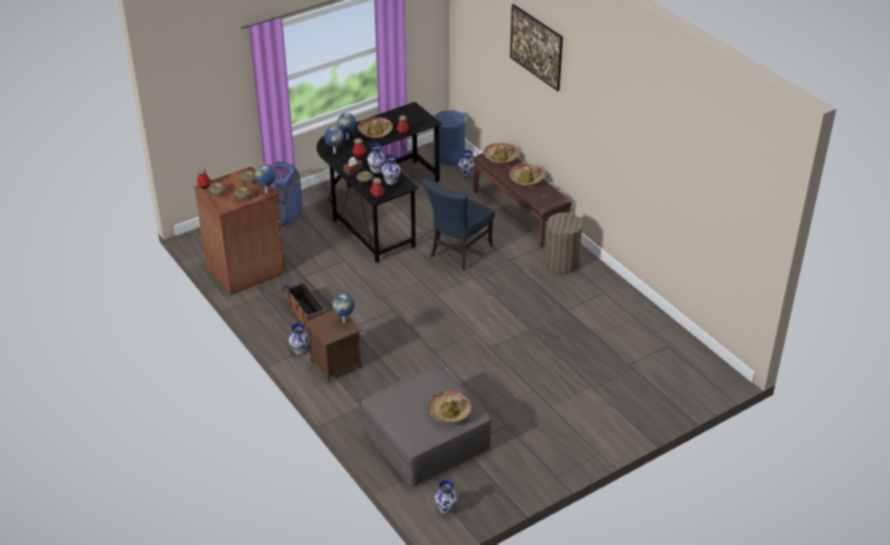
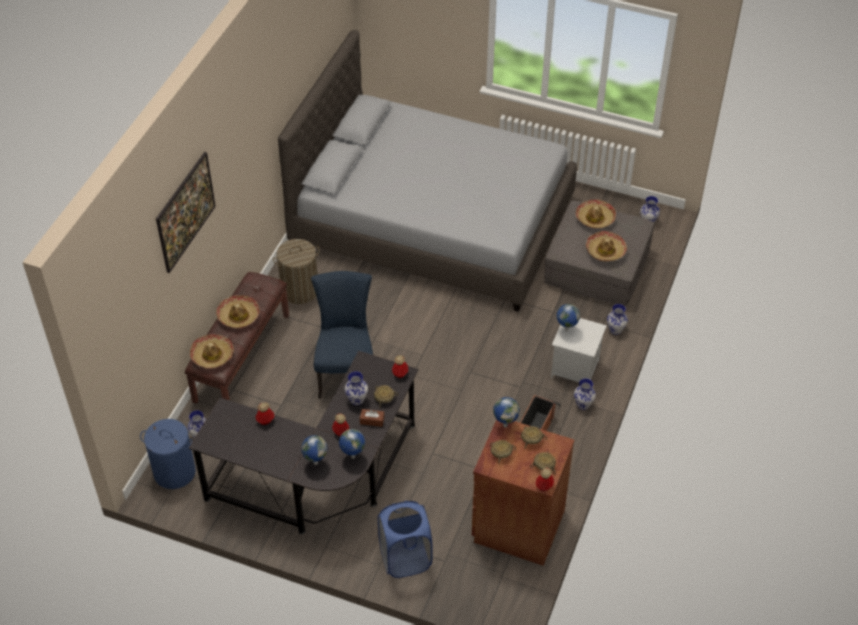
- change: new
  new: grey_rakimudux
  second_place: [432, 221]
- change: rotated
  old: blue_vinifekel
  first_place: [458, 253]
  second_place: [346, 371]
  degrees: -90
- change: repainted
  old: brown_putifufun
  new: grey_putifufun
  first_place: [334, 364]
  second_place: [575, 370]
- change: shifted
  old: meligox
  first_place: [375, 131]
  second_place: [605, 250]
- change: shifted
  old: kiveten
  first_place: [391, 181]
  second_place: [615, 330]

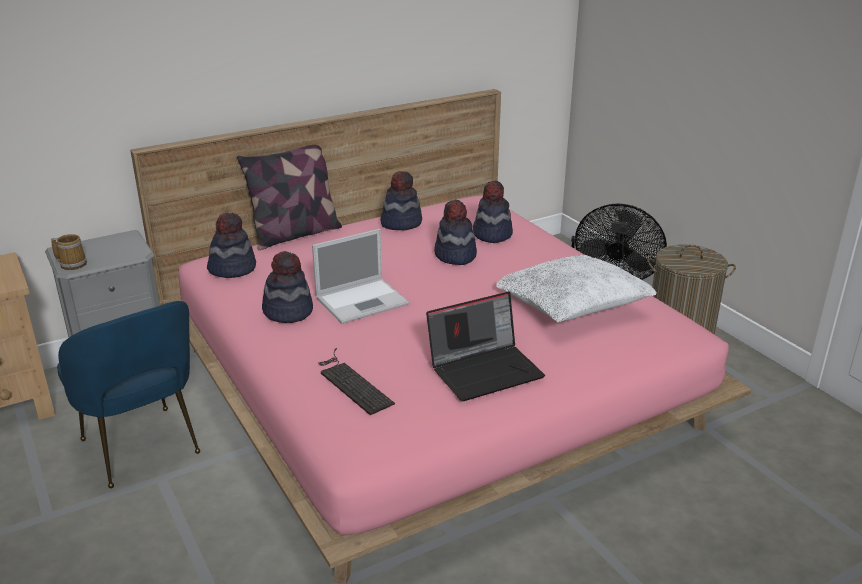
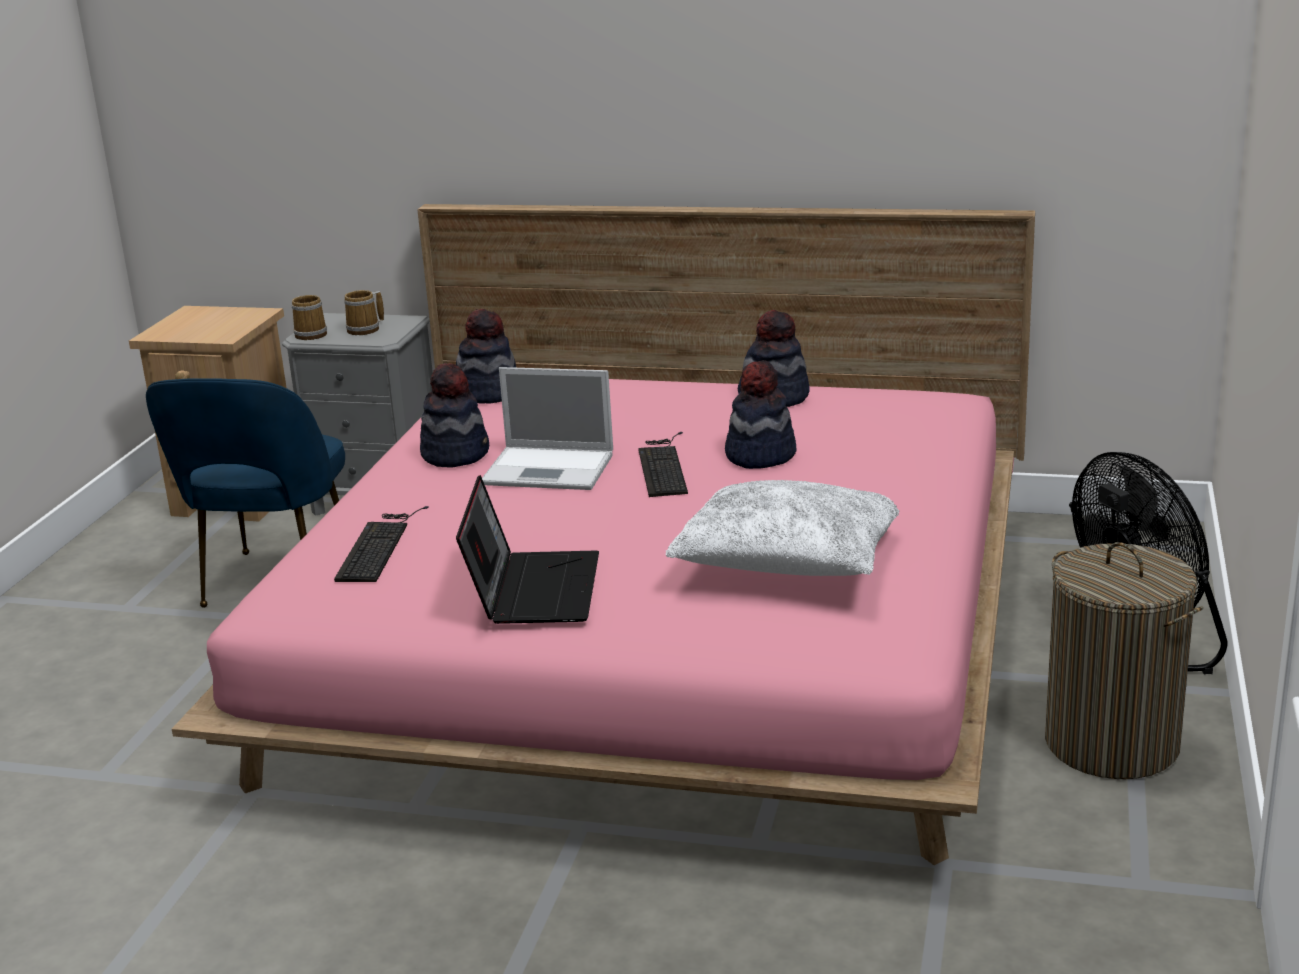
- change: new
  new: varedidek
  second_place: [366, 329]
- change: rotated
  old: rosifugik
  first_place: [485, 370]
  second_place: [533, 588]
  degrees: -105
- change: new
  new: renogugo
  second_place: [663, 466]
- change: gone
  old: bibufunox
  first_place: [295, 234]
- change: gone
  old: meligox
  first_place: [492, 234]

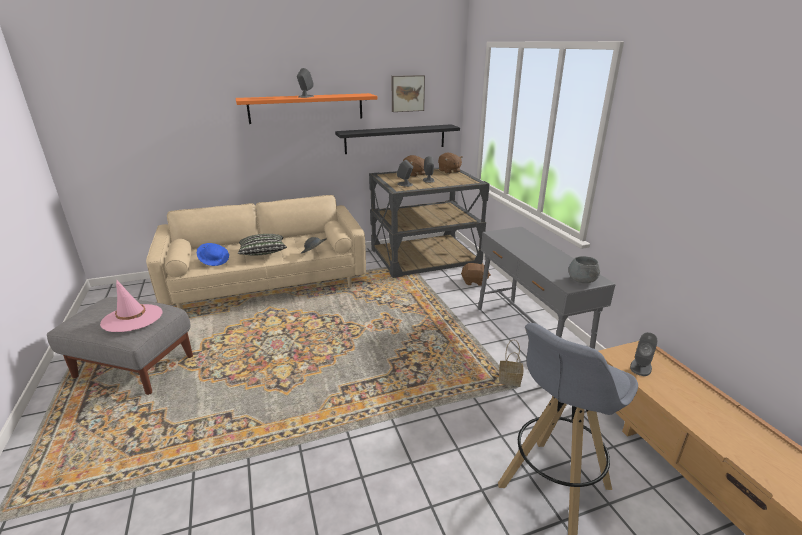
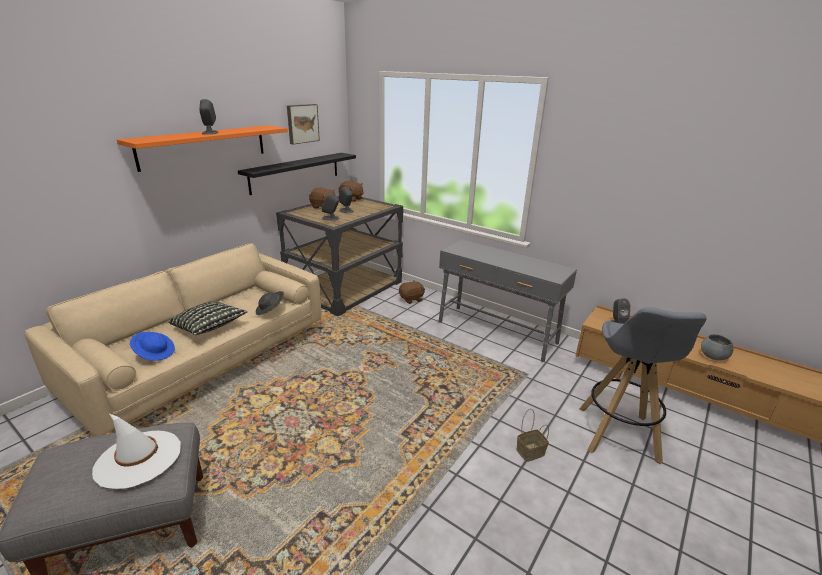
- change: repainted
  old: pink_meligox
  new: white_meligox
  first_place: [132, 318]
  second_place: [138, 459]
- change: shifted
  old: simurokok
  first_place: [510, 380]
  second_place: [530, 451]
- change: shifted
  old: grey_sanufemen
  first_place: [582, 280]
  second_place: [713, 357]

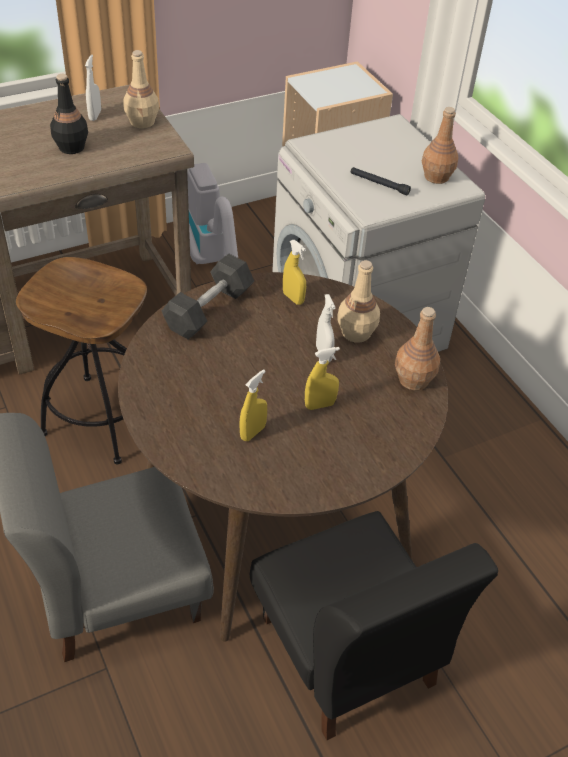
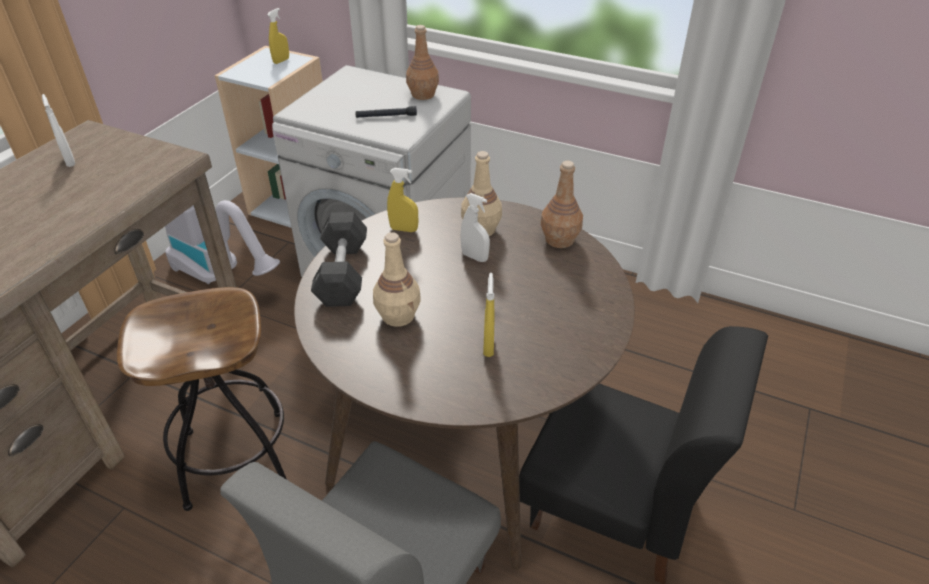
- change: shifted
  old: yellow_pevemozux
  first_place: [320, 405]
  second_place: [281, 61]
- change: shifted
  old: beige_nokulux
  first_place: [142, 122]
  second_place: [398, 315]
- change: gone
  old: black_nokulux
  first_place: [71, 147]

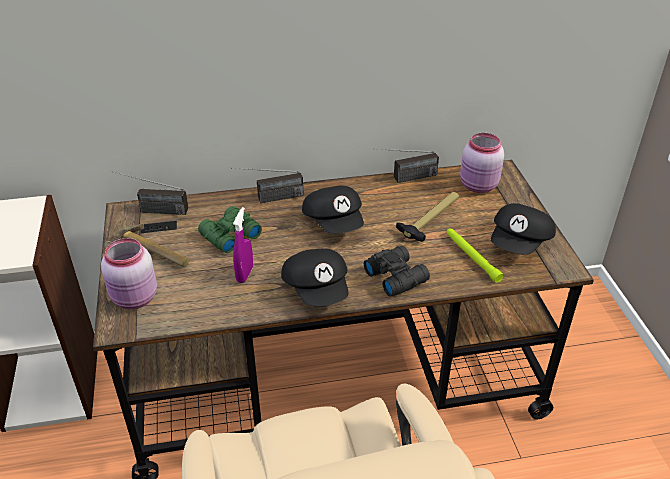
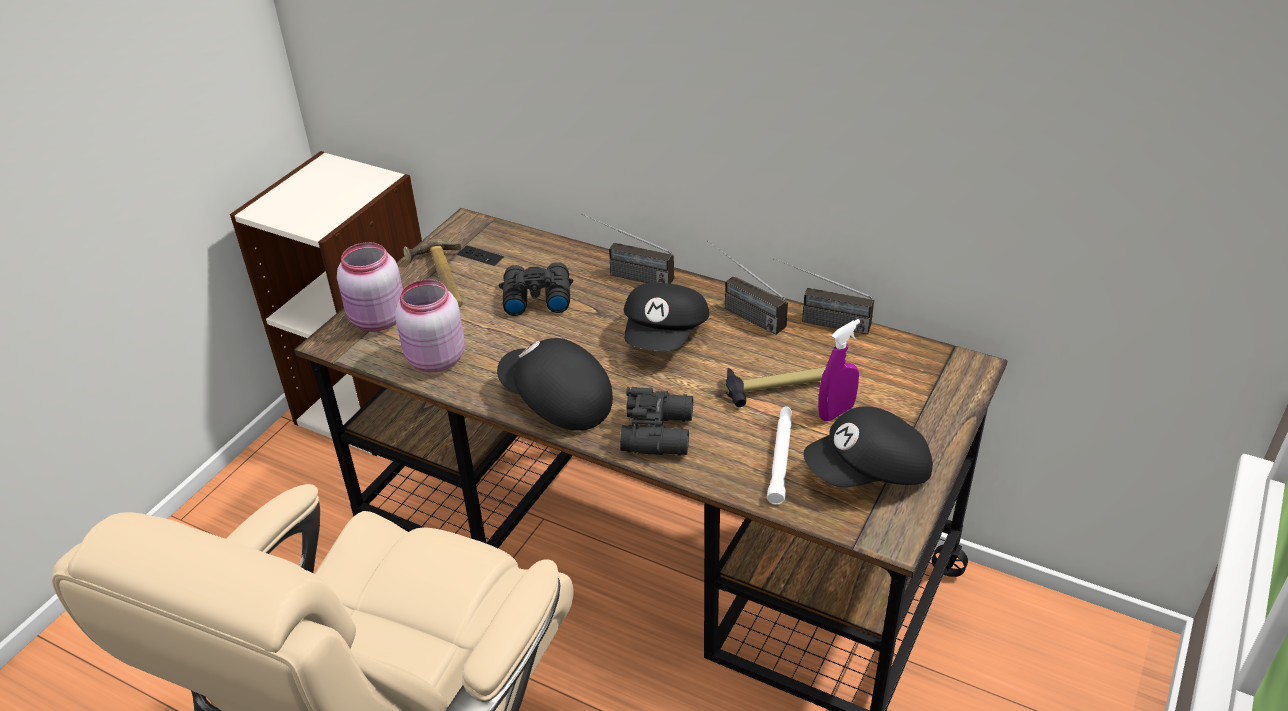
- change: shifted
  old: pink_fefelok
  first_place: [478, 186]
  second_place: [434, 360]
- change: rotated
  old: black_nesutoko
  first_place: [317, 289]
  second_place: [556, 402]
  degrees: 105
- change: repainted
  old: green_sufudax
  new: black_sufudax
  first_place: [229, 236]
  second_place: [535, 297]
- change: shifted
  old: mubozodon
  first_place: [152, 210]
  second_place: [739, 311]
- change: repainted
  old: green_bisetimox
  new: white_bisetimox
  first_place: [471, 257]
  second_place: [780, 457]
- change: shifted
  old: purple_pevemozux
  first_place: [245, 274]
  second_place: [836, 412]

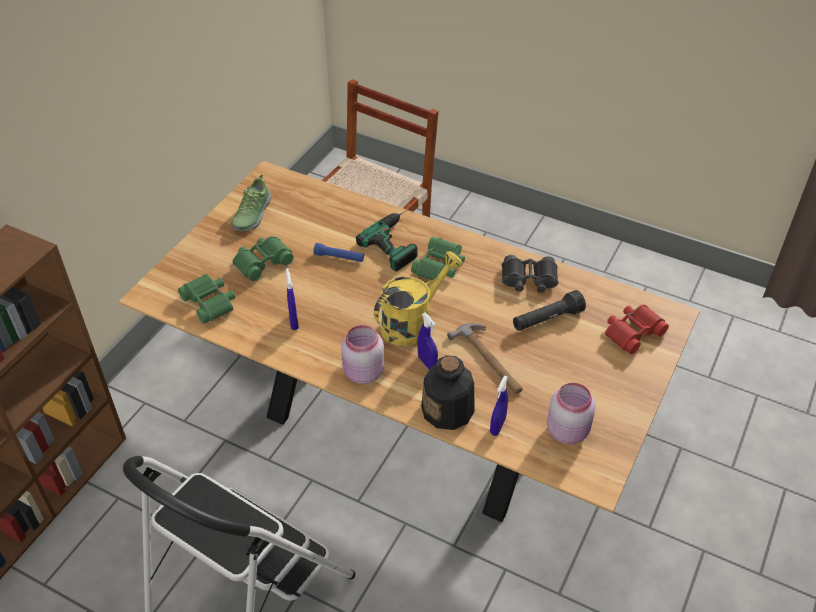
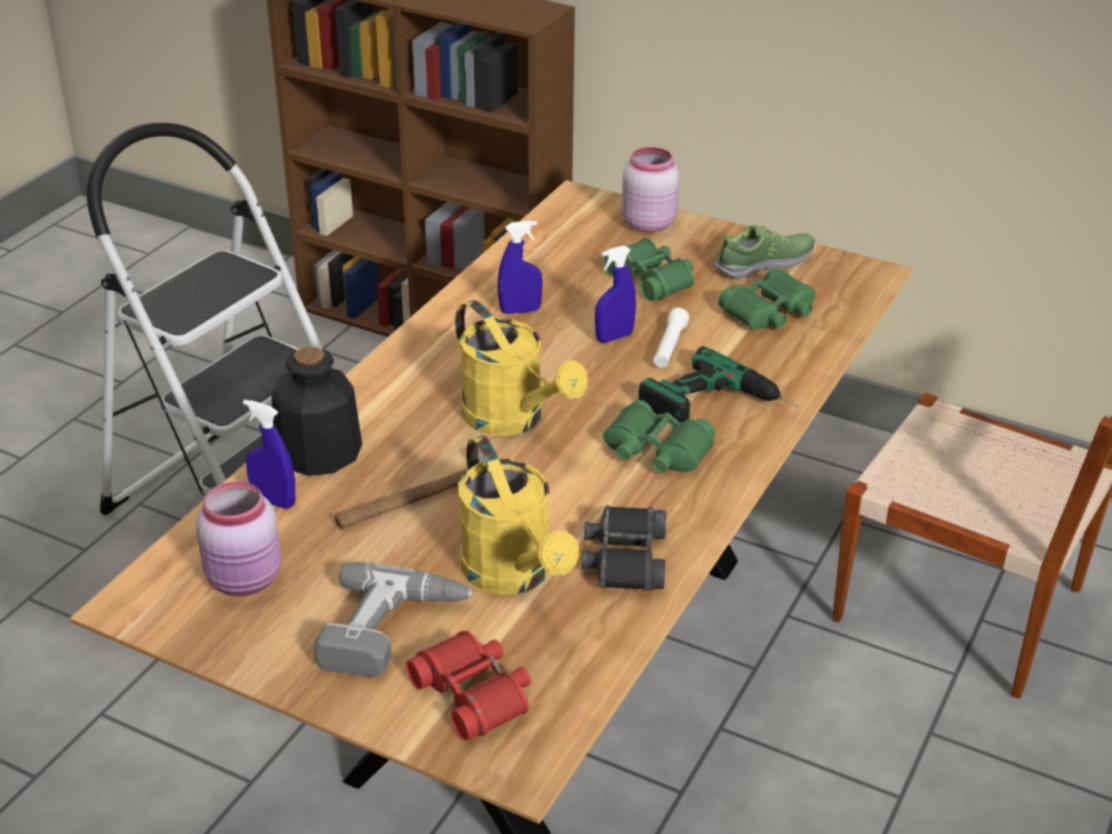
- change: new
  new: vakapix
  second_place: [393, 631]
- change: swapped
  old: black_bisetimox
  new: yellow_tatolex
  first_place: [547, 320]
  second_place: [514, 575]
- change: shifted
  old: blue_pevemozux
  first_place: [427, 363]
  second_place: [614, 337]
- change: shifted
  old: pink_fefelok
  first_place: [362, 373]
  second_place: [647, 223]
- change: repainted
  old: blue_bisetimox
  new: white_bisetimox
  first_place: [339, 257]
  second_place: [669, 347]
- change: rotated
  old: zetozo
  first_place: [251, 215]
  second_place: [764, 264]
  degrees: 135
- change: shifted
  old: green_sufudax
  first_place: [210, 302]
  second_place: [769, 312]

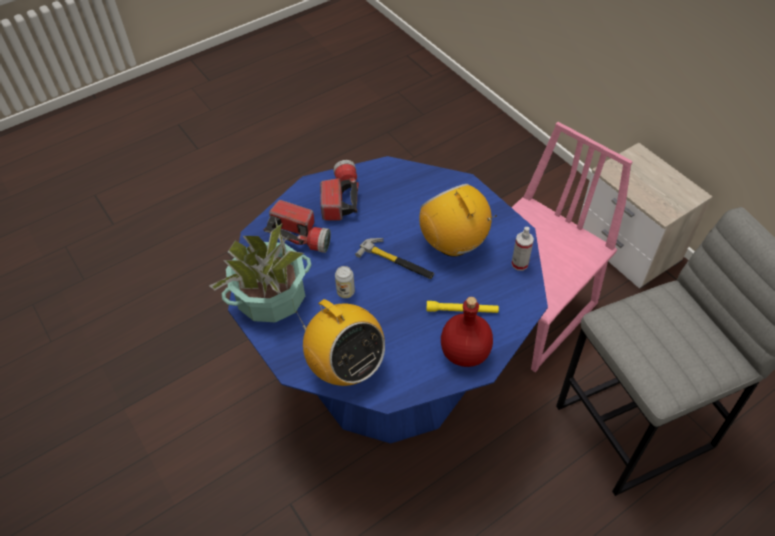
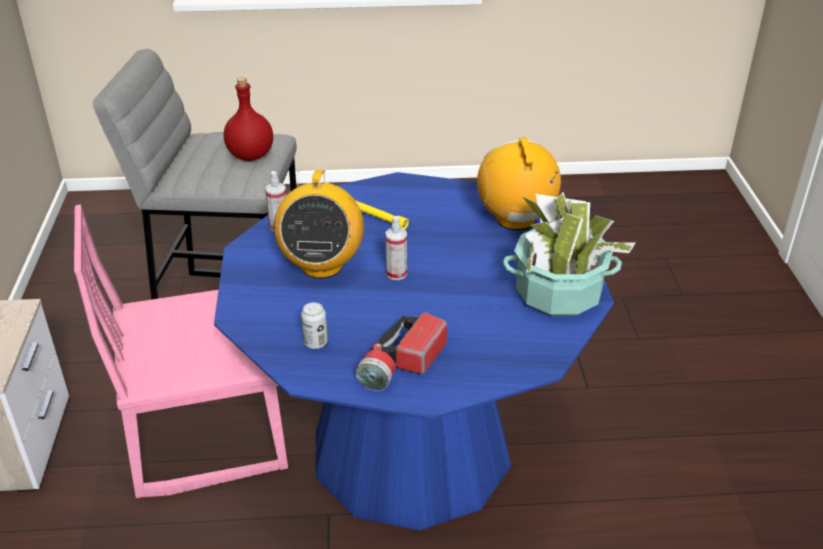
- change: shifted
  old: red_nokulux
  first_place: [465, 352]
  second_place: [250, 156]
- change: shifted
  old: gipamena
  first_place: [345, 292]
  second_place: [315, 343]
- change: swapped
  old: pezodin
  new: pevemozux
  first_place: [397, 261]
  second_place: [396, 273]
- change: gone
  old: bisetimox
  first_place: [301, 235]

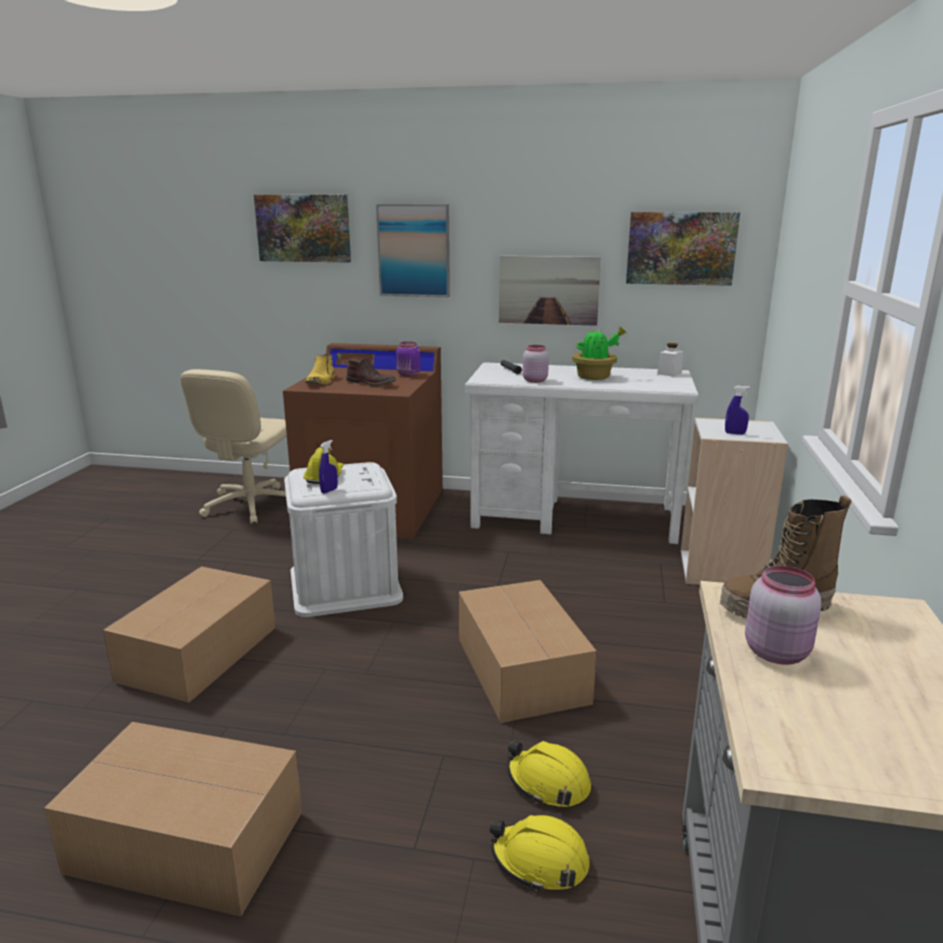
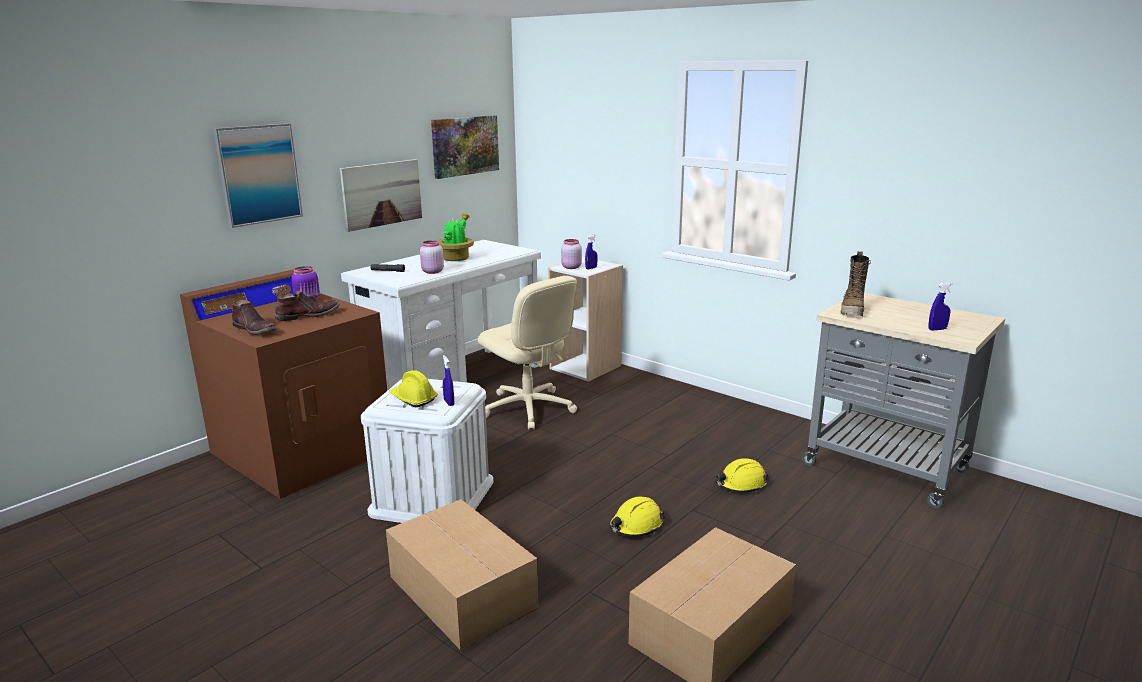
- change: repainted
  old: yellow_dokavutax
  new: brown_dokavutax
  first_place: [321, 381]
  second_place: [255, 330]
- change: shifted
  old: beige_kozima
  first_place: [250, 505]
  second_place: [528, 408]
- change: shifted
  old: pink_fefelok
  first_place: [777, 651]
  second_place: [571, 267]
- change: shifted
  old: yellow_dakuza
  first_place: [540, 861]
  second_place: [636, 526]
- change: new
  new: blue_pevemozux
  second_place: [937, 329]
- change: gone
  old: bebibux
  first_place: [303, 228]
- change: gone
  old: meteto
  first_place: [521, 669]
- change: gone
  old: white_fefelok
  first_place: [669, 373]

